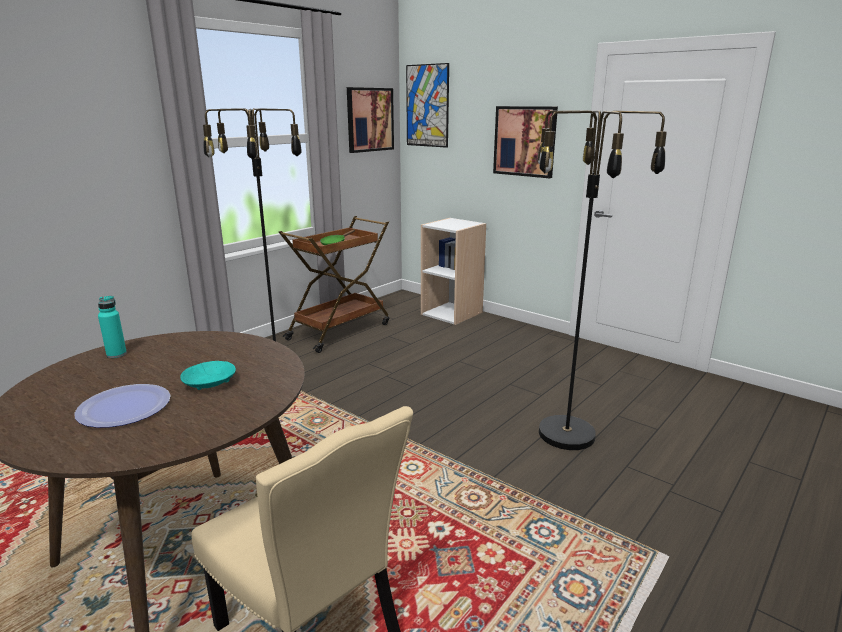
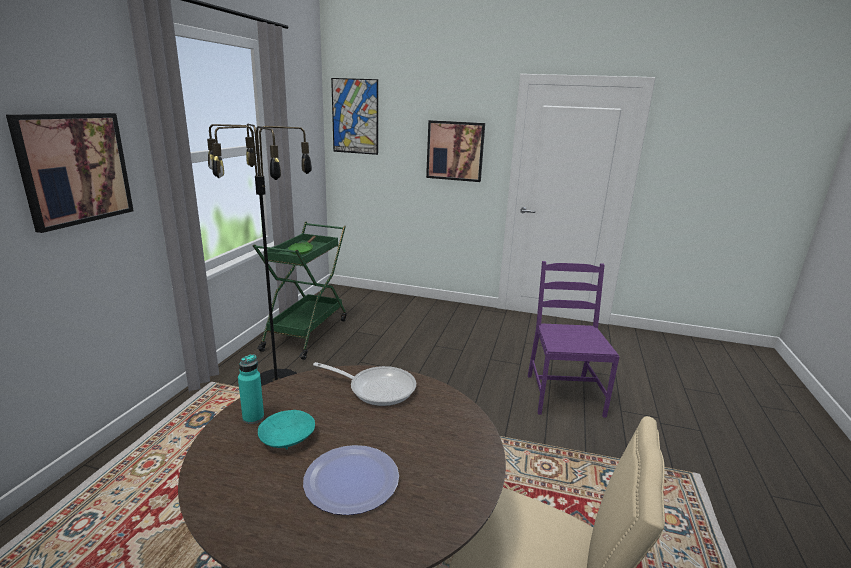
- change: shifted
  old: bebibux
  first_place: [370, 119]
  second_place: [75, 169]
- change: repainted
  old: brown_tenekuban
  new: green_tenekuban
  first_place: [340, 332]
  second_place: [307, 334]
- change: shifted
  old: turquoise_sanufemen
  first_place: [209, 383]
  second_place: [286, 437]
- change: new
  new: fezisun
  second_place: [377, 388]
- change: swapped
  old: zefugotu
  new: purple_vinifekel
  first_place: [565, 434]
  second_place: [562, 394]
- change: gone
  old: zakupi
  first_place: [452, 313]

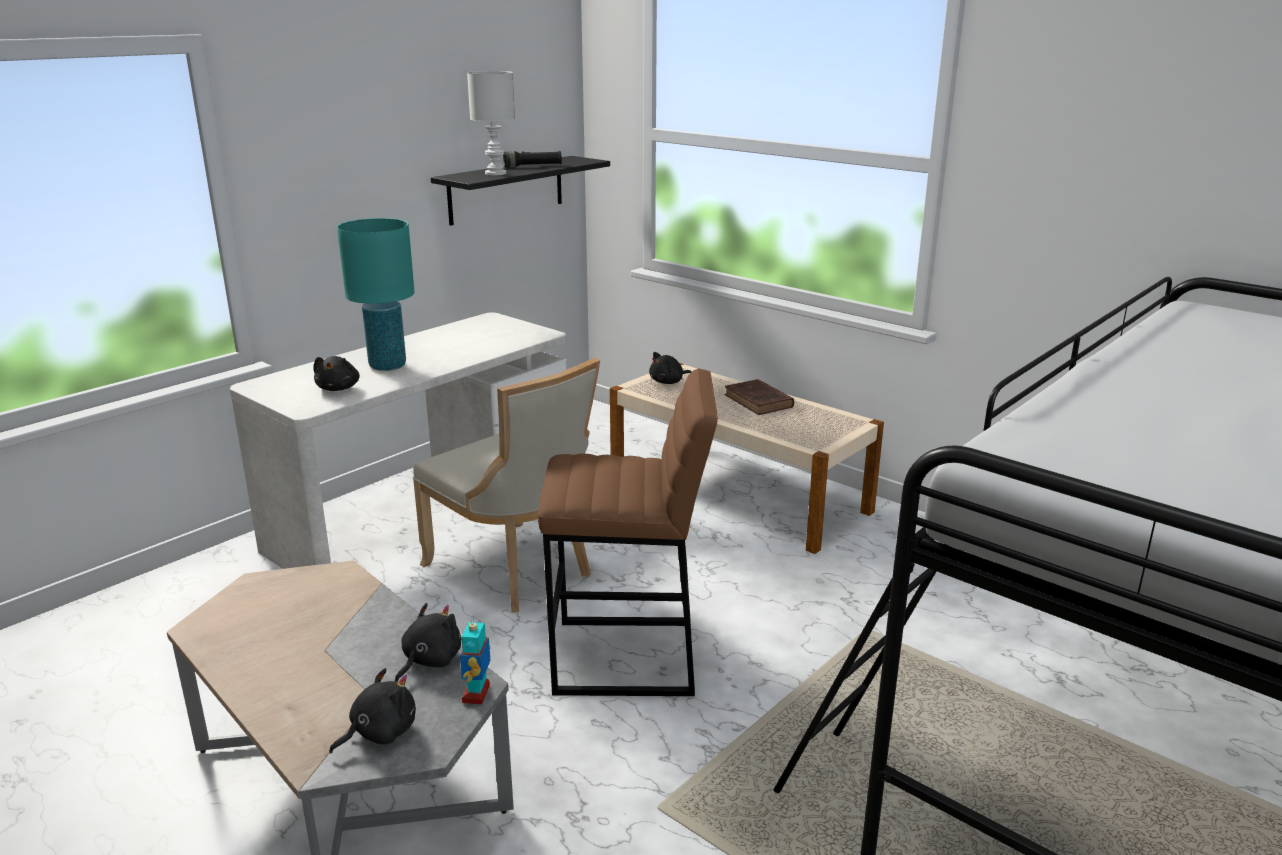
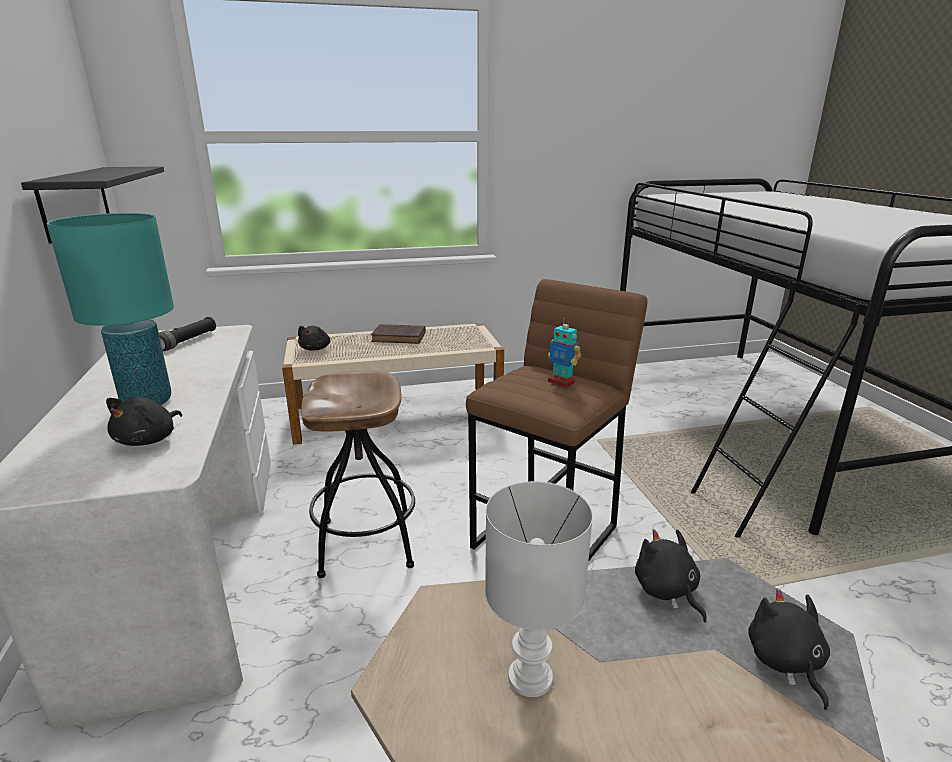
- change: rotated
  old: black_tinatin
  first_place: [339, 388]
  second_place: [149, 440]
  degrees: 75
- change: shifted
  old: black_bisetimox
  first_place: [532, 166]
  second_place: [187, 341]
- change: swapped
  old: beige_vinifekel
  new: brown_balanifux
  first_place: [515, 570]
  second_place: [366, 543]
- change: shifted
  old: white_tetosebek
  first_place: [496, 173]
  second_place: [530, 676]
- change: shifted
  old: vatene
  first_place: [477, 694]
  second_place: [561, 382]

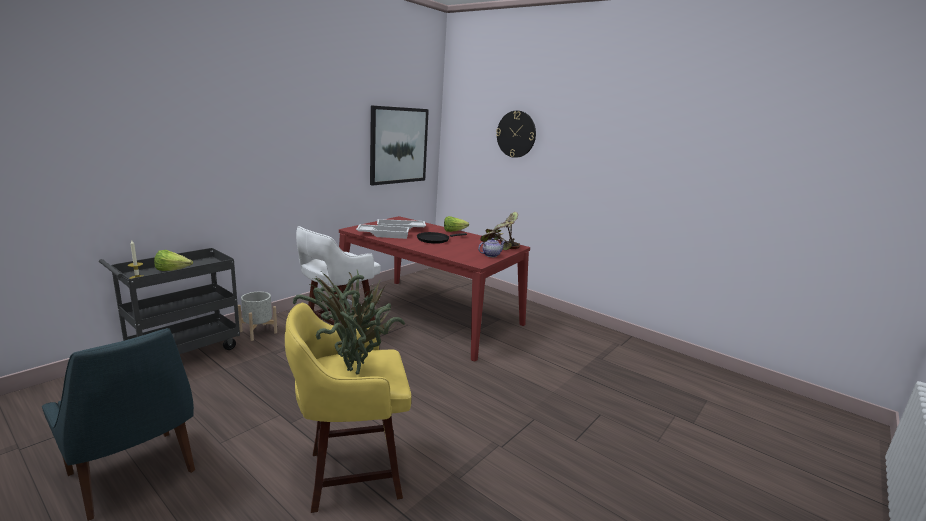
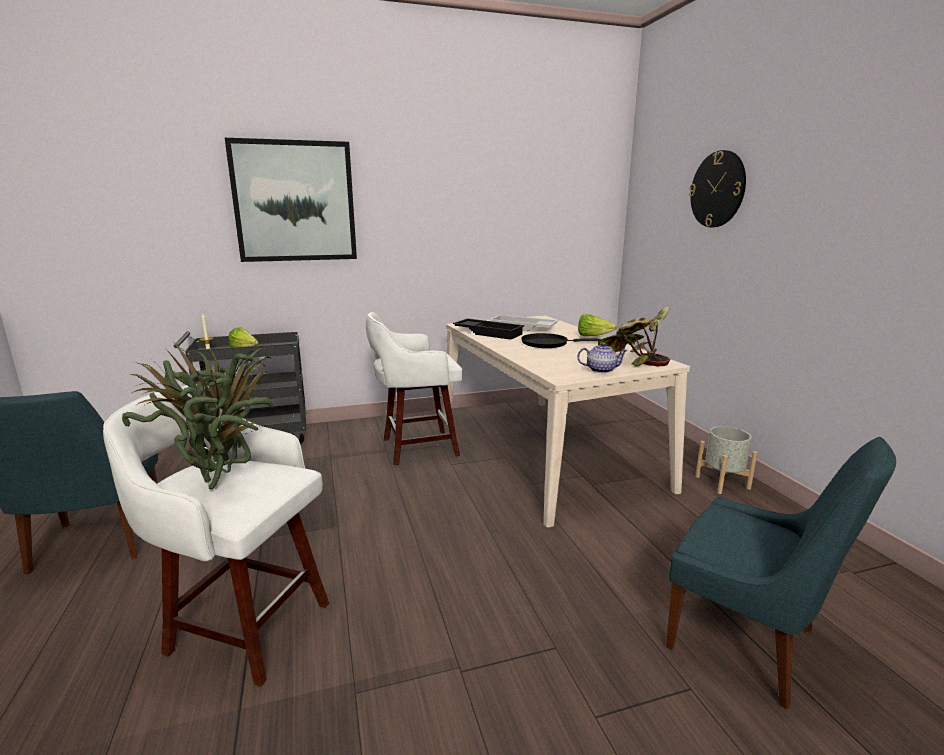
- change: repainted
  old: yellow_balanifux
  new: white_balanifux
  first_place: [349, 475]
  second_place: [245, 625]
- change: shifted
  old: bebibux
  first_place: [398, 145]
  second_place: [294, 202]
- change: repainted
  old: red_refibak
  new: beige_refibak
  first_place: [429, 315]
  second_place: [544, 450]
- change: repainted
  old: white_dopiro
  new: black_dopiro
  first_place: [383, 234]
  second_place: [489, 333]
- change: new
  new: blue_vinifekel
  second_place: [747, 642]
- change: shifted
  old: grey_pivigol
  first_place: [258, 332]
  second_place: [722, 482]

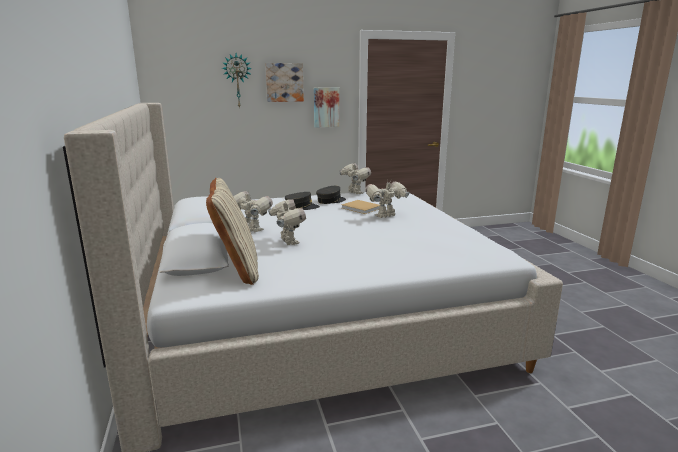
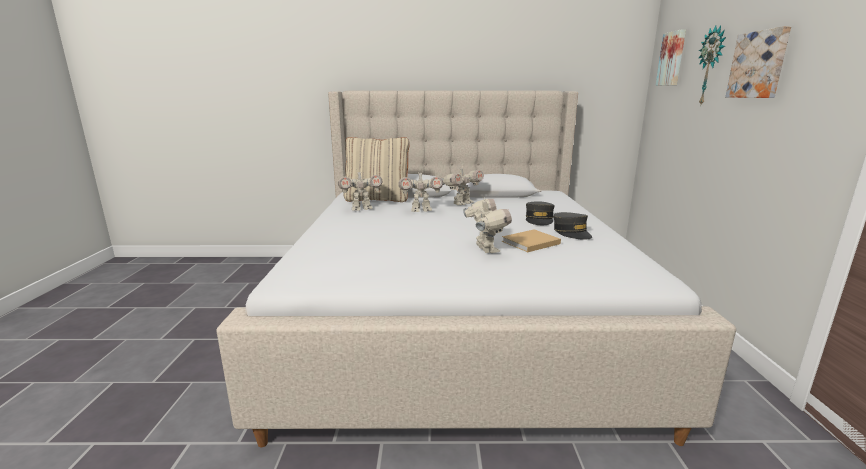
- change: shifted
  old: vatene
  first_place: [354, 193]
  second_place: [361, 209]
- change: shifted
  old: bebibux
  first_place: [326, 107]
  second_place: [672, 59]

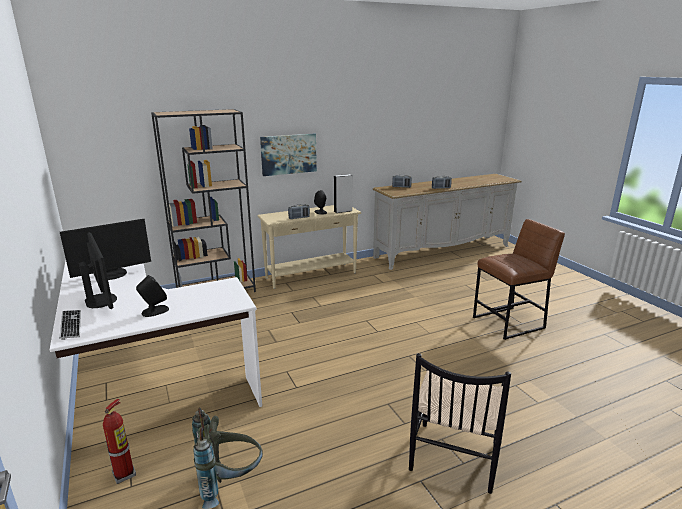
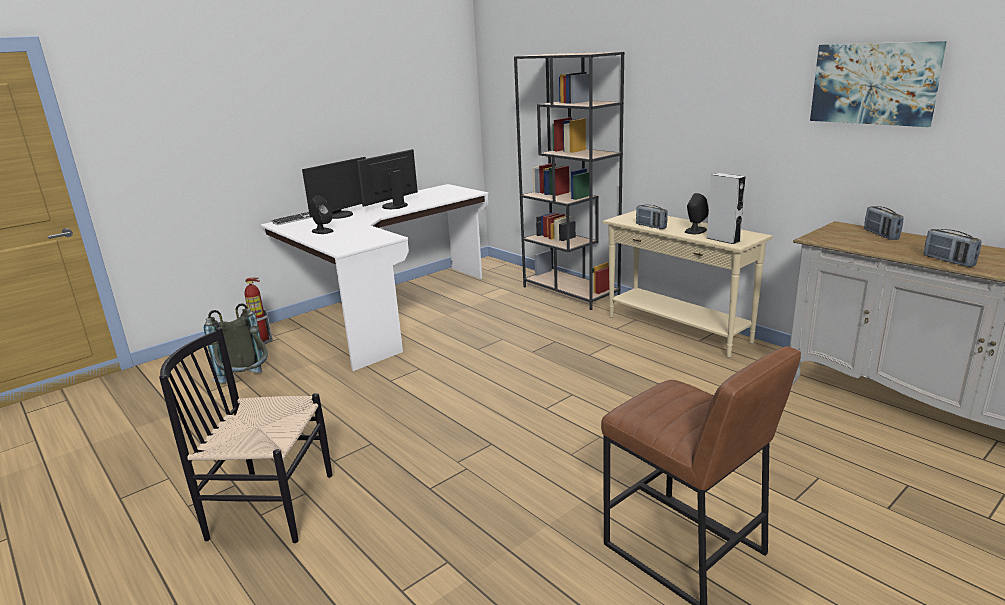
- change: rotated
  old: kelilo
  first_place: [112, 275]
  second_place: [394, 206]
  degrees: 90
- change: shifted
  old: bebibux
  first_place: [288, 154]
  second_place: [874, 83]

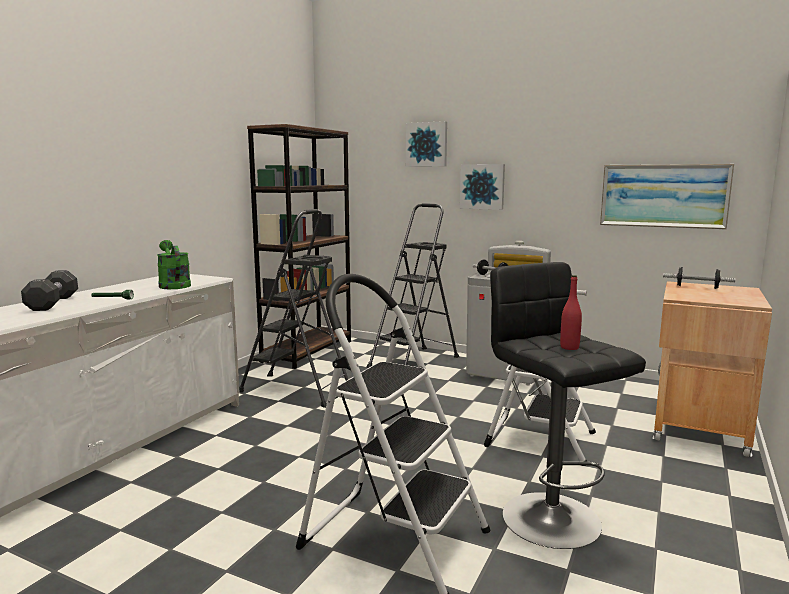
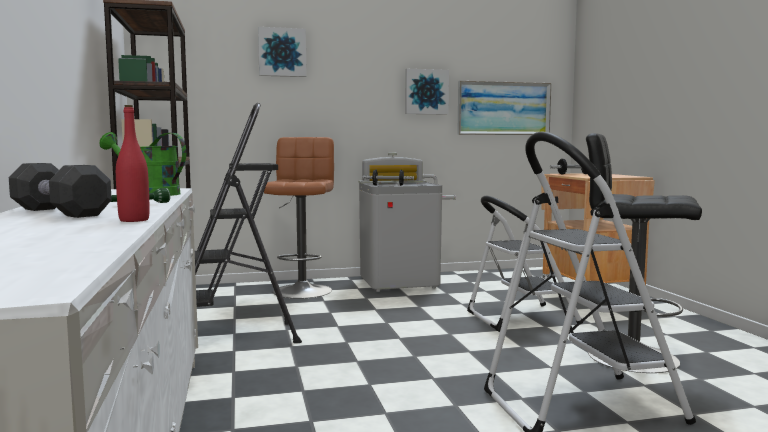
- change: shifted
  old: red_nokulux
  first_place: [569, 347]
  second_place: [134, 220]
- change: swapped
  old: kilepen
  new: brown_balanifux
  first_place: [415, 361]
  second_place: [303, 291]
- change: shifted
  old: bebibux
  first_place: [482, 186]
  second_place: [426, 92]

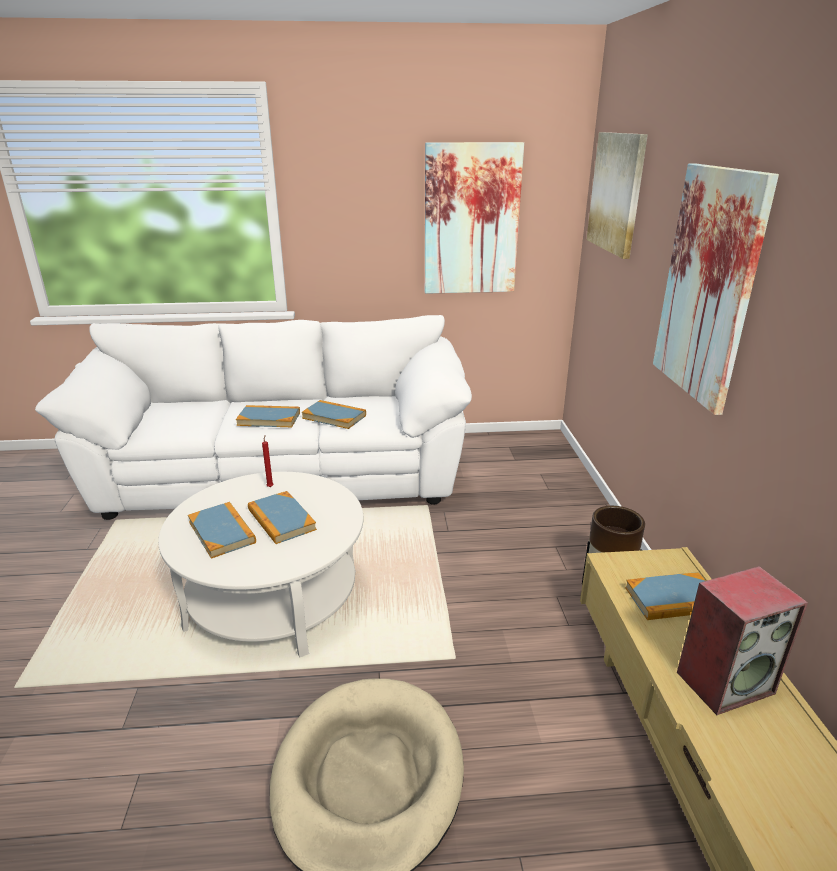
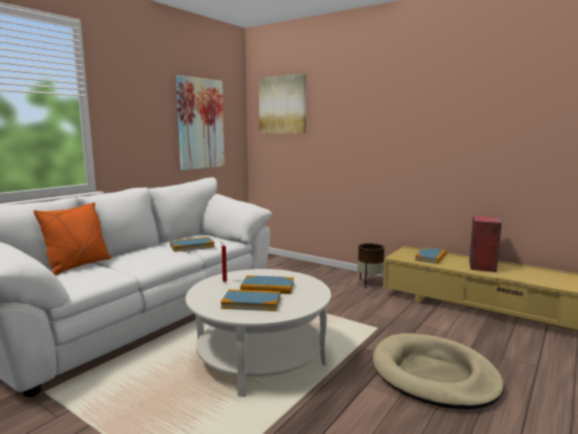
- change: new
  new: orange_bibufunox
  second_place: [78, 266]
- change: gone
  old: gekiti
  first_place: [269, 419]
- change: gone
  old: bebibux
  first_place: [708, 286]

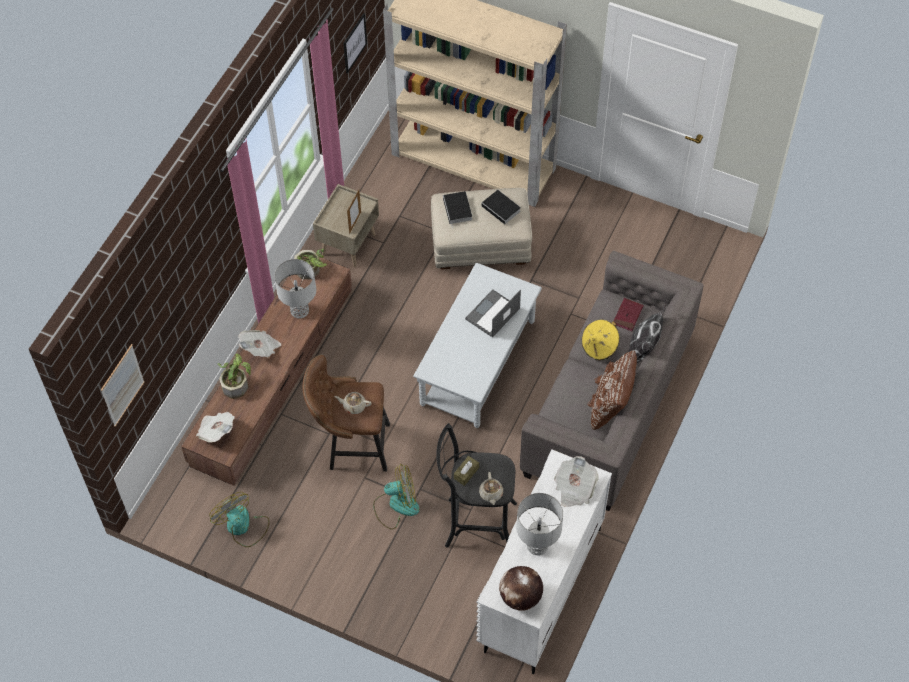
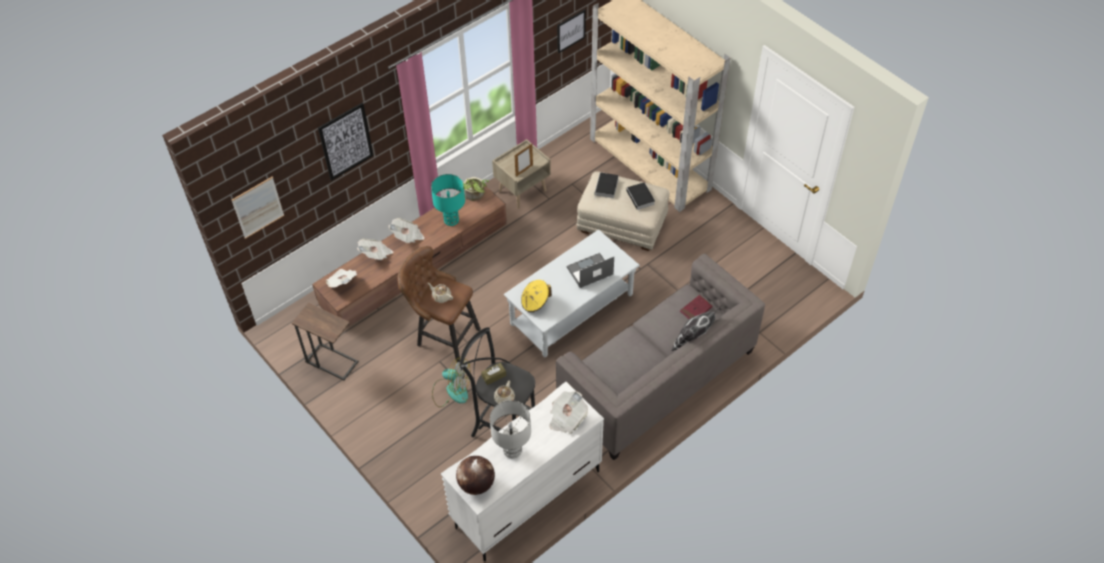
- change: swapped
  old: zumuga
  new: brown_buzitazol
  first_place: [243, 527]
  second_place: [331, 362]
- change: new
  new: bebibux
  second_place: [345, 141]
- change: swapped
  old: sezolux
  new: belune
  first_place: [236, 383]
  second_place: [376, 254]
- change: repainted
  old: white_tetosebek
  new: turquoise_tetosebek
  first_place: [299, 310]
  second_place: [451, 220]
- change: shifted
  old: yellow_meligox
  first_place: [599, 346]
  second_place: [535, 302]
- change: gone
  old: brown_bibufunox
  first_place: [609, 405]

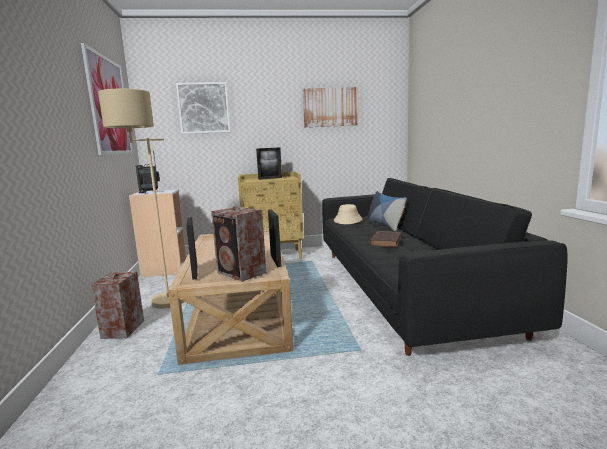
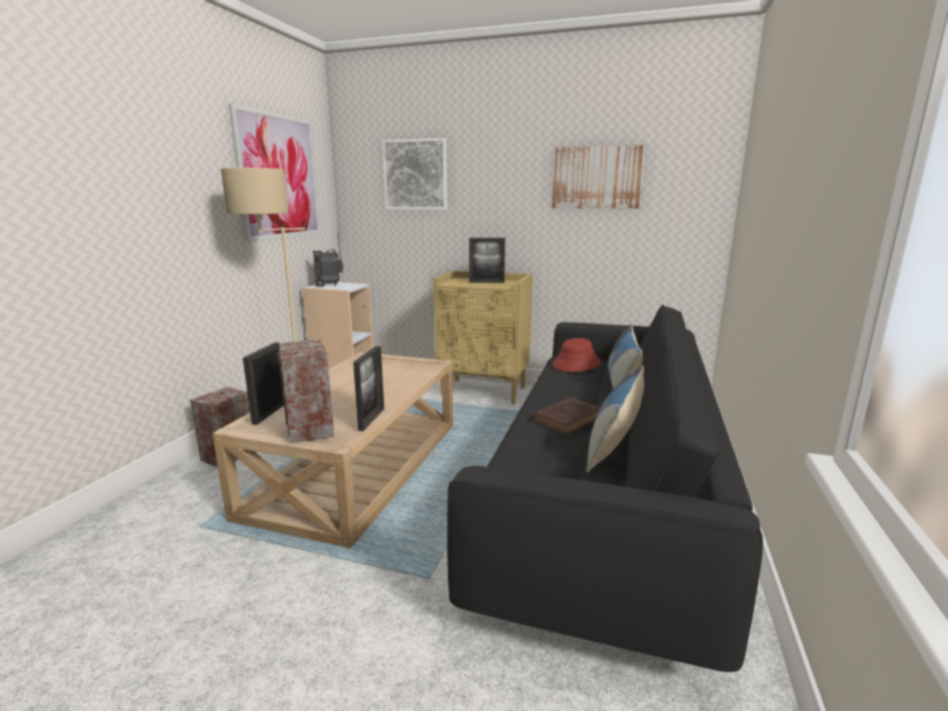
- change: repainted
  old: beige_meligox
  new: red_meligox
  first_place: [348, 220]
  second_place: [576, 363]
- change: new
  new: bibufunox
  second_place: [615, 444]

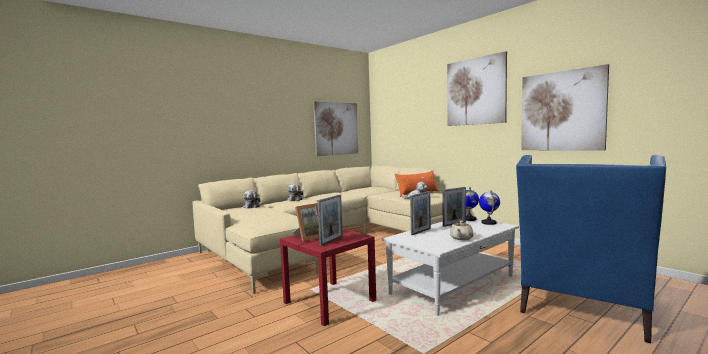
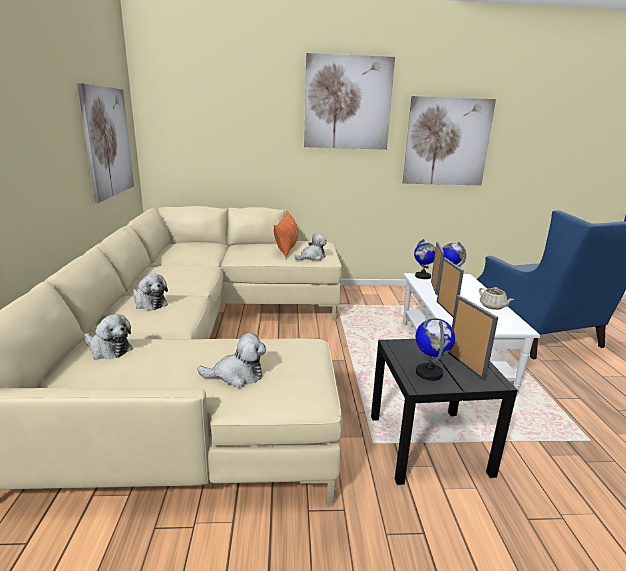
- change: new
  new: tinatin
  second_place: [237, 375]
- change: repainted
  old: red_buzitazol
  new: black_buzitazol
  first_place: [329, 301]
  second_place: [427, 444]
- change: swapped
  old: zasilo
  new: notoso
  first_place: [309, 237]
  second_place: [429, 373]

